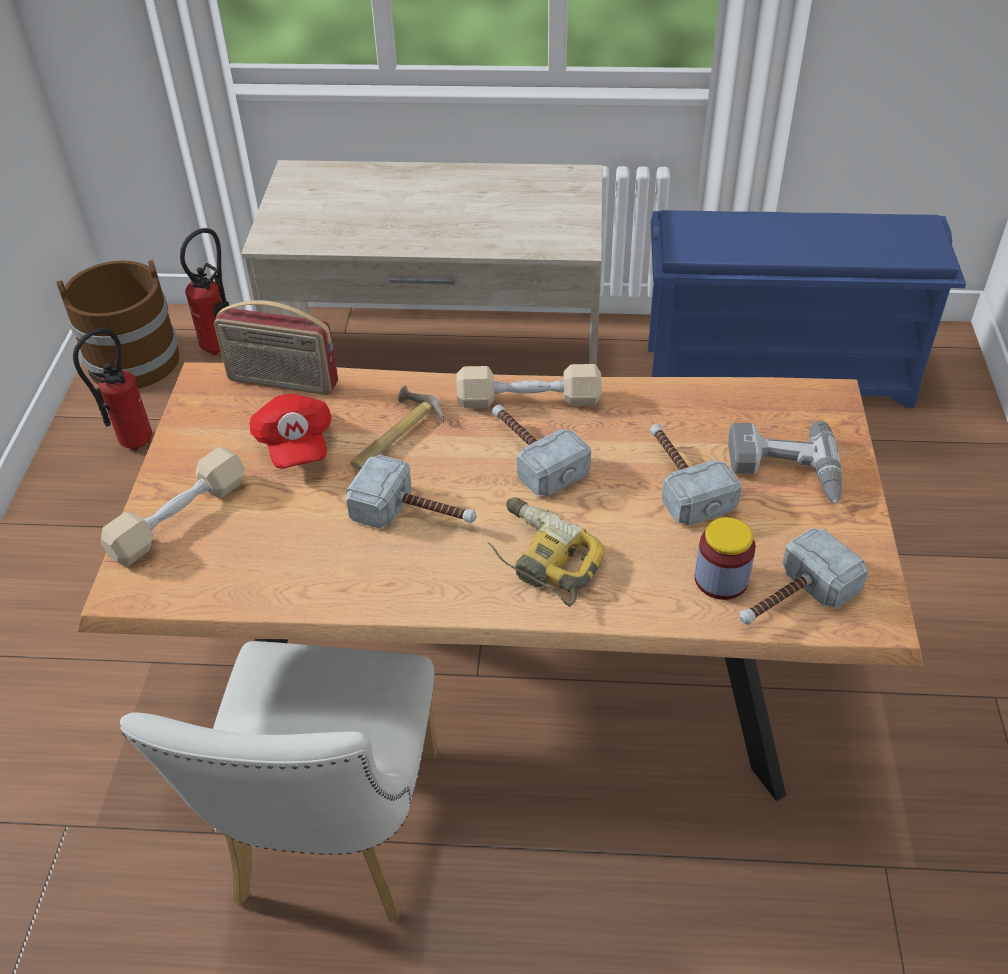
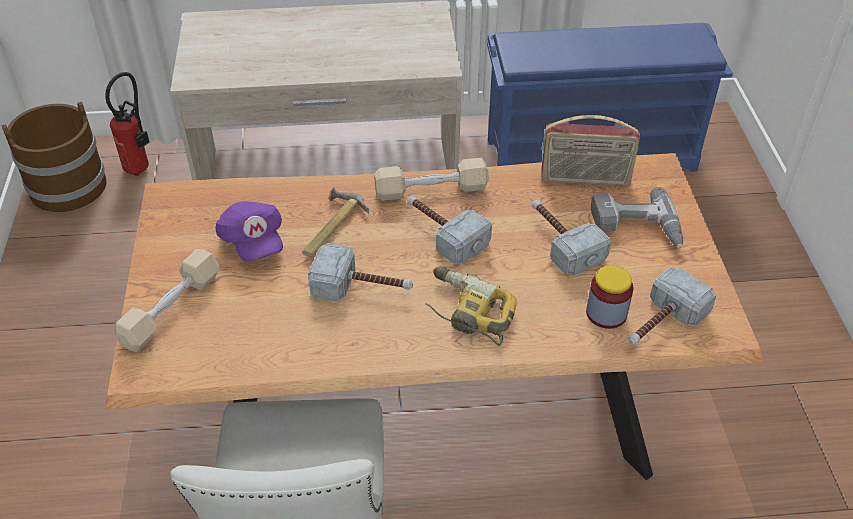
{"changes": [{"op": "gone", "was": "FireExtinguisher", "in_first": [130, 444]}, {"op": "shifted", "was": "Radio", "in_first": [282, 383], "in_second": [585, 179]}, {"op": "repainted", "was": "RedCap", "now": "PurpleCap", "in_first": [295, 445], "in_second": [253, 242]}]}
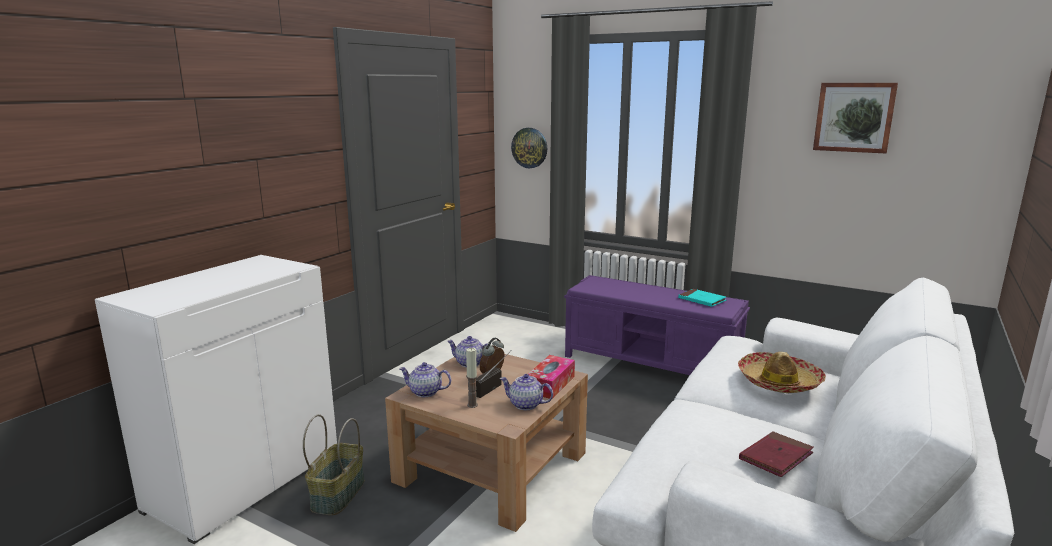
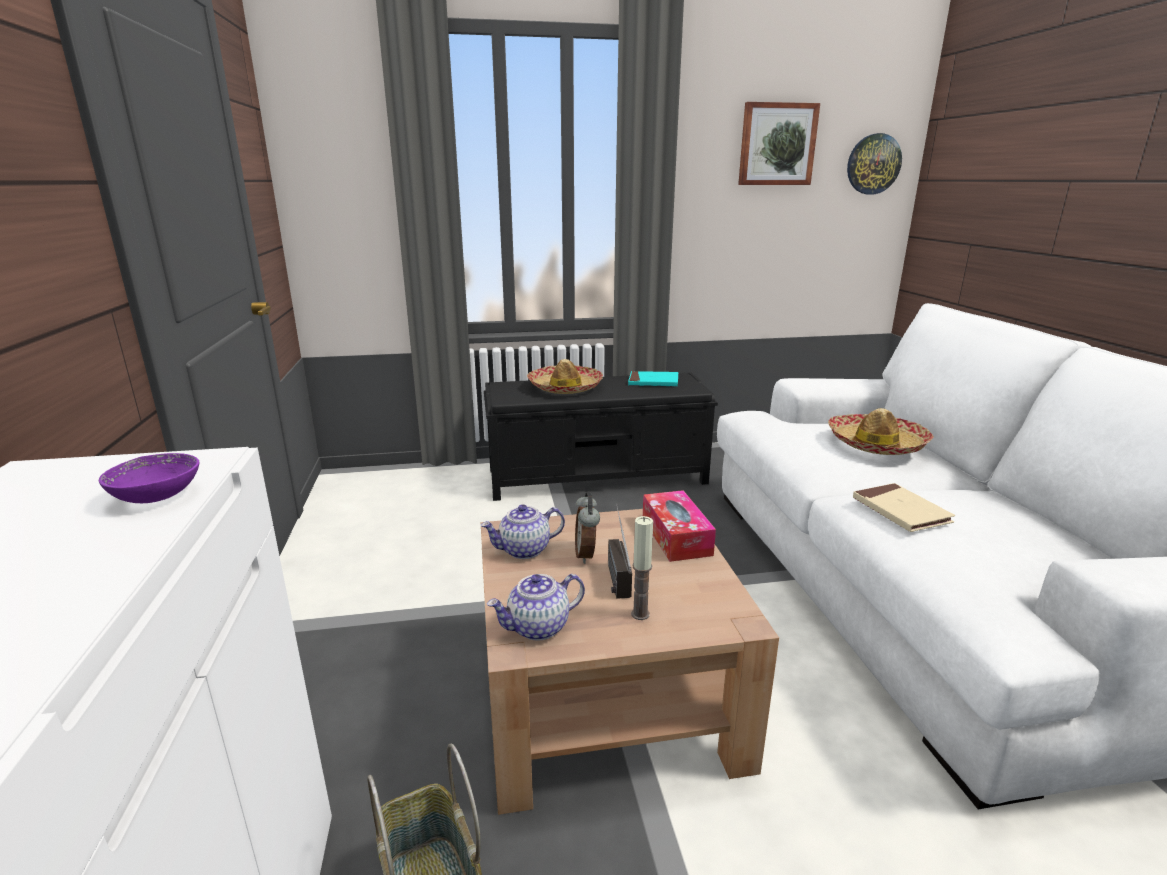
{"changes": [{"op": "gone", "was": "Teapot", "in_first": [525, 405]}, {"op": "shifted", "was": "WallClock", "in_first": [529, 148], "in_second": [873, 164]}, {"op": "repainted", "was": "PurpleBench", "now": "BlackBench", "in_first": [652, 364], "in_second": [598, 476]}, {"op": "gone", "was": "RedBook", "in_first": [776, 457]}, {"op": "new", "now": "PurpleBowl", "in_second": [157, 496]}, {"op": "new", "now": "Hat", "in_second": [564, 387]}, {"op": "new", "now": "BeigeBook", "in_second": [900, 511]}]}
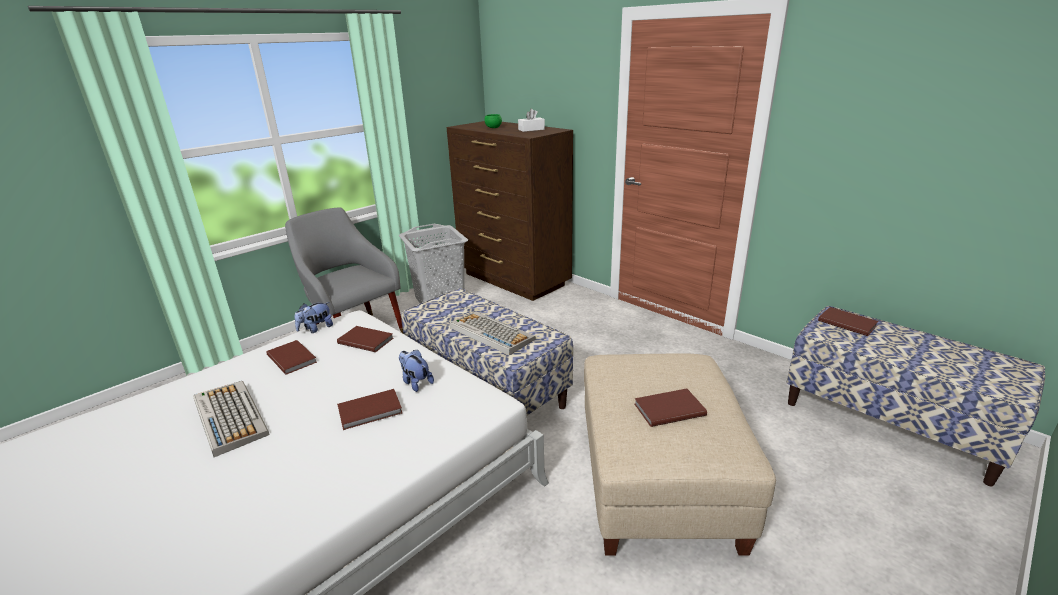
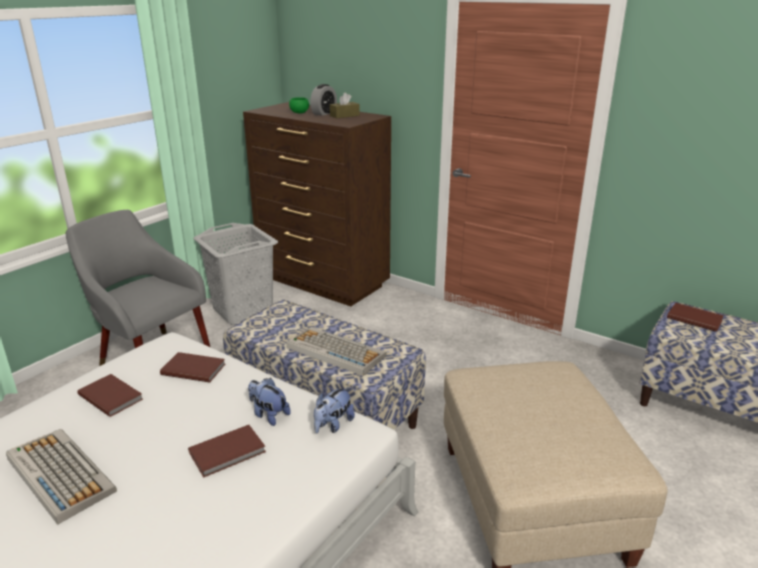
{"changes": [{"op": "shifted", "was": "PlushToy", "in_first": [316, 329], "in_second": [333, 425]}, {"op": "repainted", "was": "WhiteTissueBox", "now": "BrownTissueBox", "in_first": [531, 129], "in_second": [344, 115]}, {"op": "gone", "was": "BrownBook", "in_first": [668, 409]}, {"op": "new", "now": "AlarmClock", "in_second": [324, 113]}]}
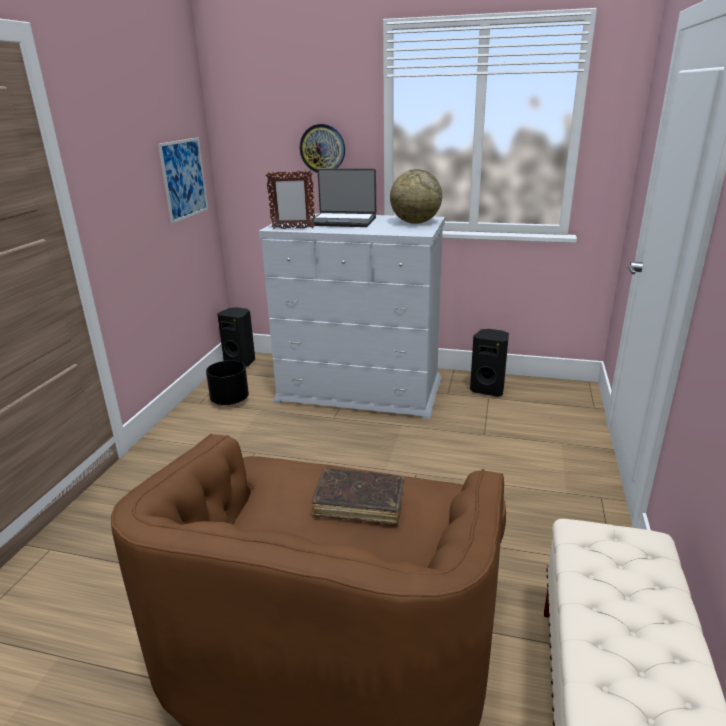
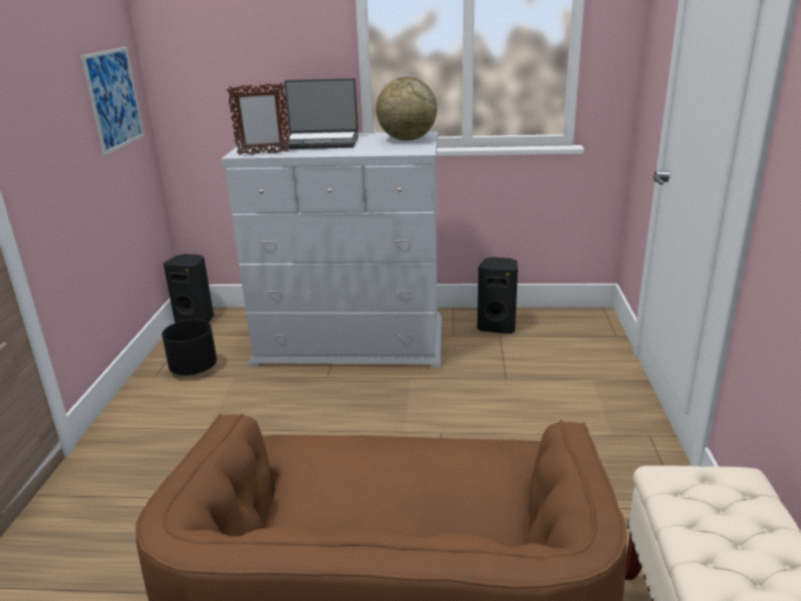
{"changes": [{"op": "gone", "was": "WallClock", "in_first": [322, 148]}, {"op": "gone", "was": "BrownBook", "in_first": [359, 503]}]}
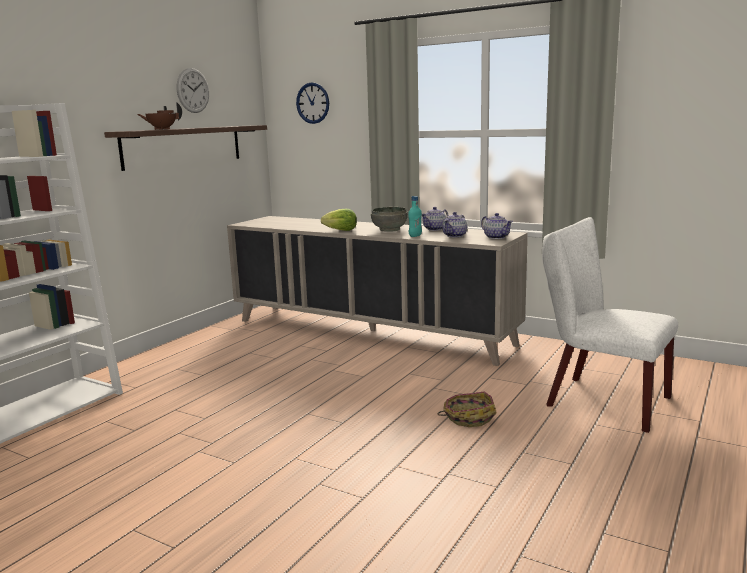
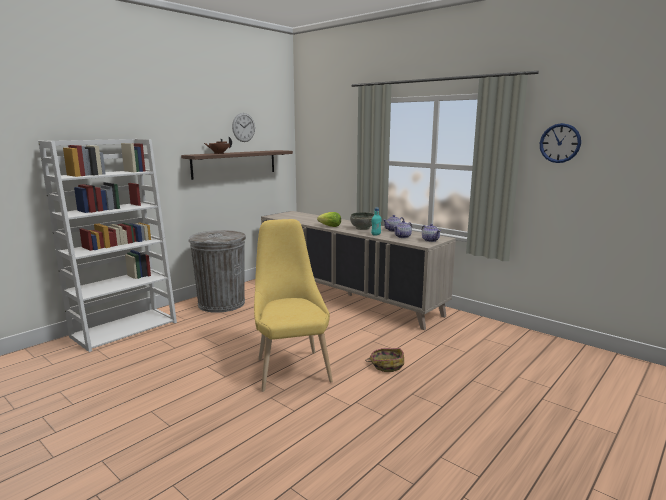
{"changes": [{"op": "shifted", "was": "WallClock", "in_first": [313, 103], "in_second": [560, 143]}, {"op": "gone", "was": "WhiteChair", "in_first": [599, 400]}, {"op": "new", "now": "GreyTrashCan", "in_second": [221, 303]}, {"op": "new", "now": "YellowChair", "in_second": [291, 367]}]}
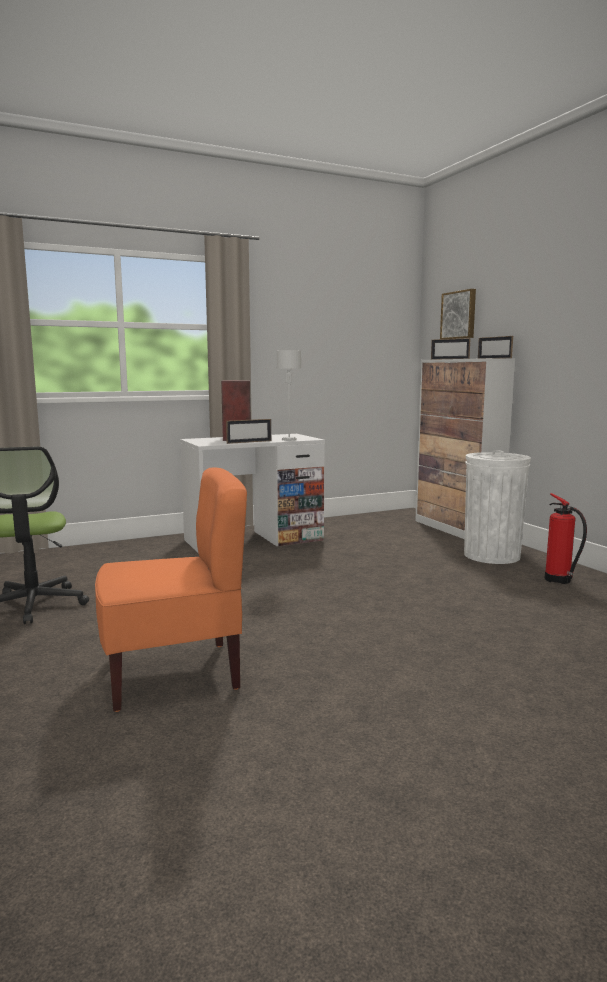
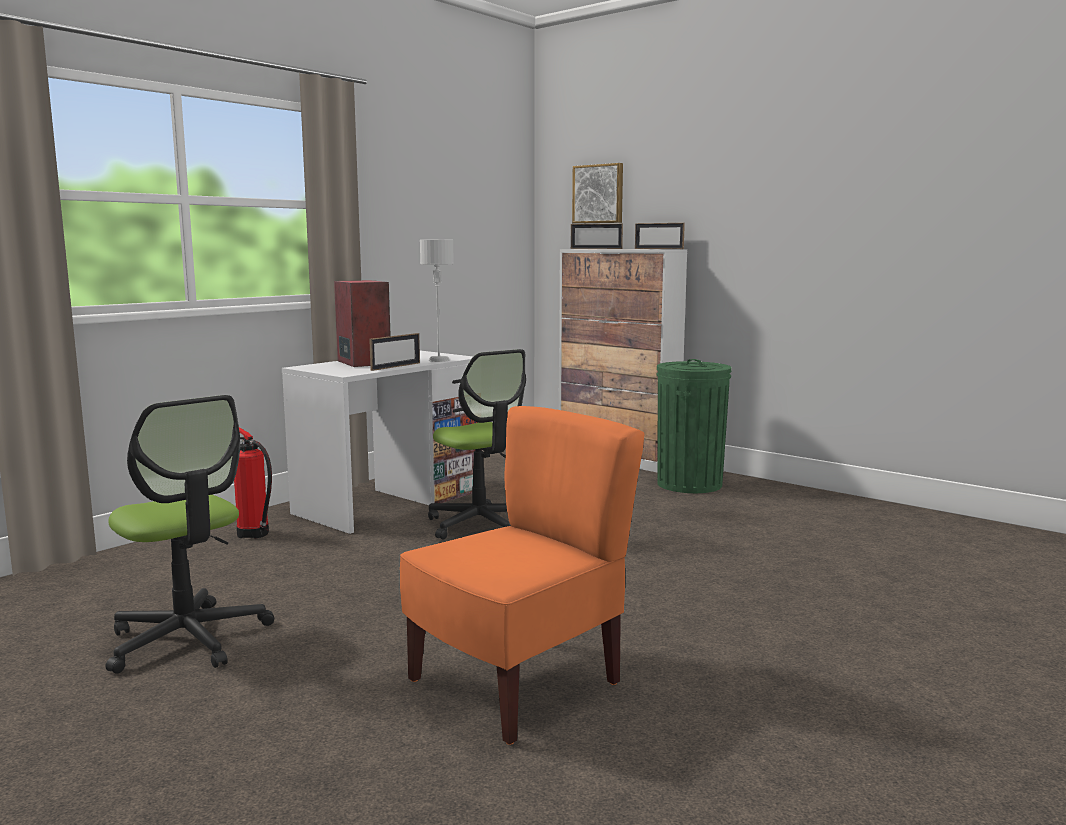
{"changes": [{"op": "repainted", "was": "WhiteTrashCan", "now": "GreenTrashCan", "in_first": [491, 555], "in_second": [689, 484]}, {"op": "shifted", "was": "FireExtinguisher", "in_first": [559, 580], "in_second": [254, 534]}, {"op": "new", "now": "OfficeChair", "in_second": [481, 524]}]}
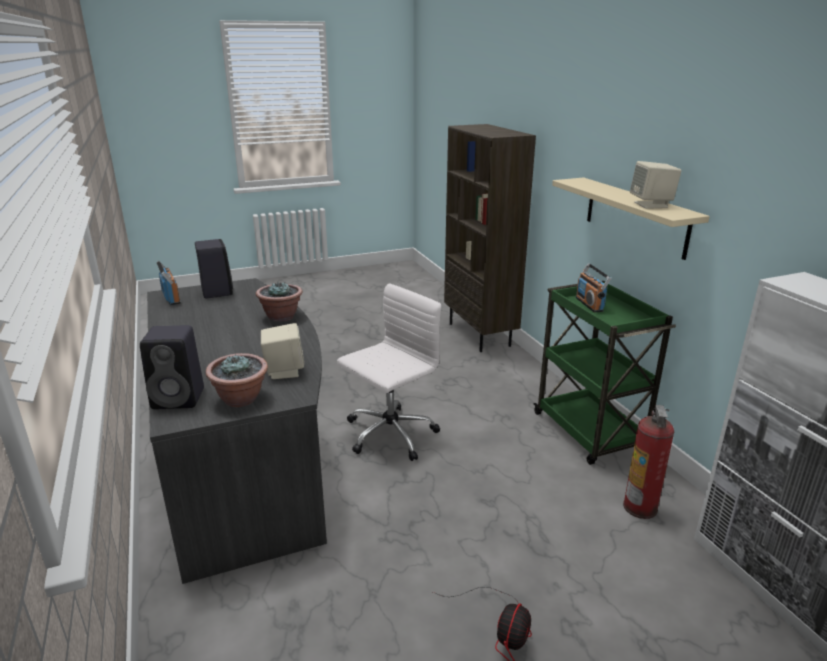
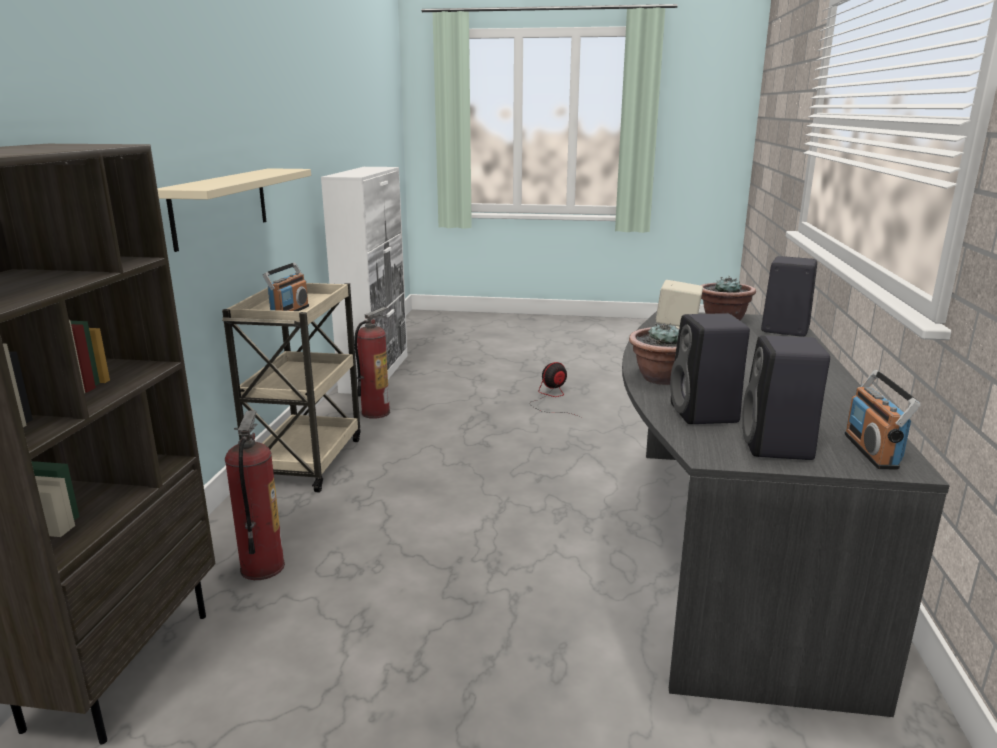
{"changes": [{"op": "gone", "was": "WhiteOfficeChair", "in_first": [389, 434]}, {"op": "repainted", "was": "GreenCart", "now": "BeigeCart", "in_first": [589, 433], "in_second": [306, 460]}, {"op": "gone", "was": "BeigeSpeaker", "in_first": [651, 205]}, {"op": "new", "now": "FireExtinguisher", "in_second": [262, 567]}, {"op": "new", "now": "BlackSpeaker", "in_second": [705, 414]}]}
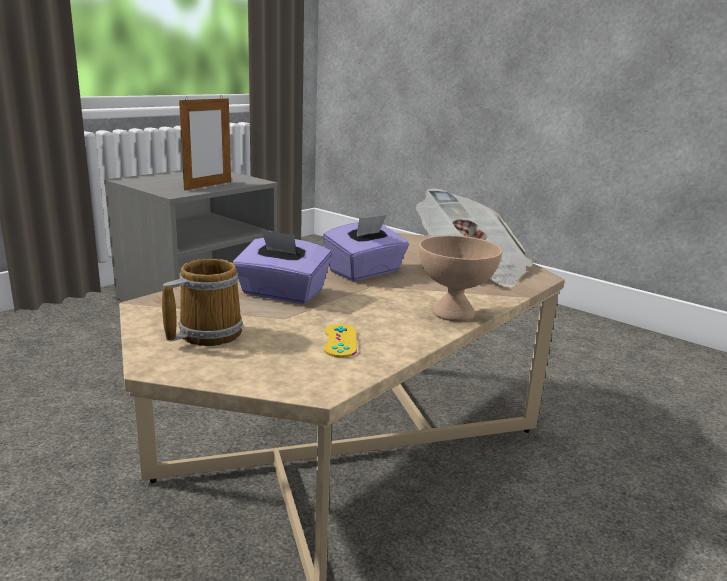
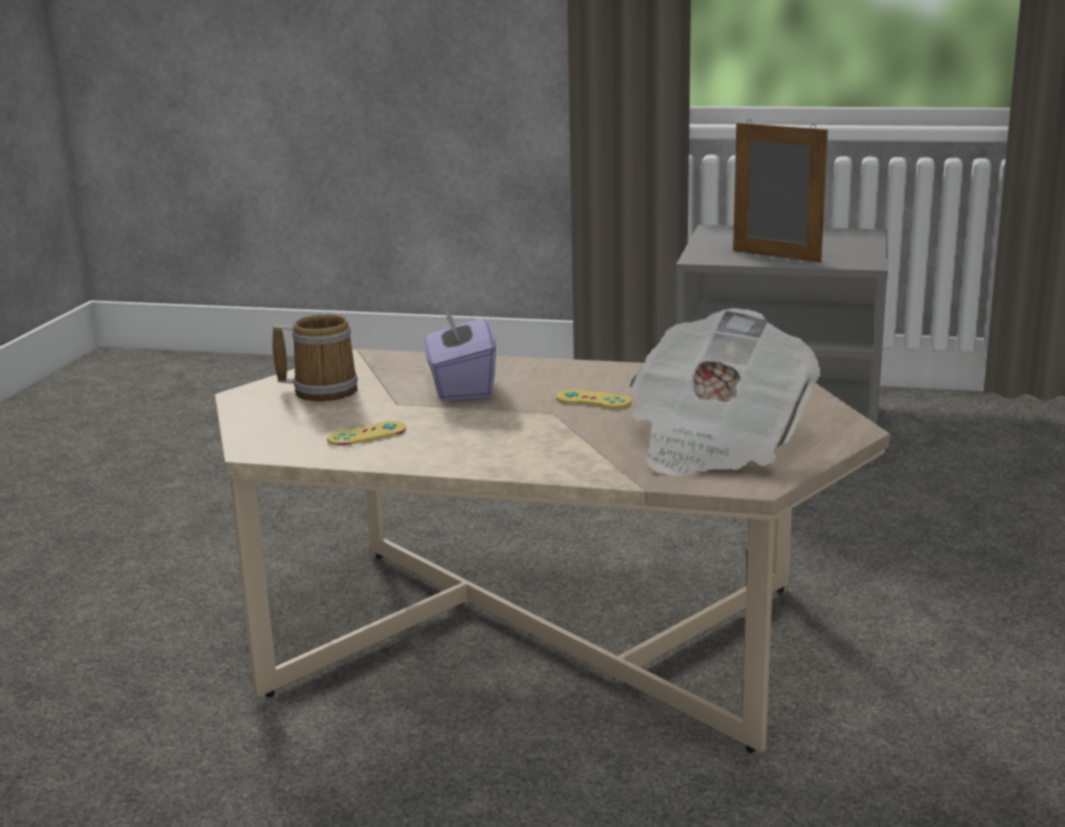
{"changes": [{"op": "rotated", "was": "PictureFrame", "in_first": [208, 185], "in_second": [776, 256], "clockwise": -150}, {"op": "swapped", "was": "PurpleTissueBox", "now": "YellowGameController", "in_first": [365, 272], "in_second": [593, 400]}, {"op": "gone", "was": "BeigeBowl", "in_first": [452, 313]}]}
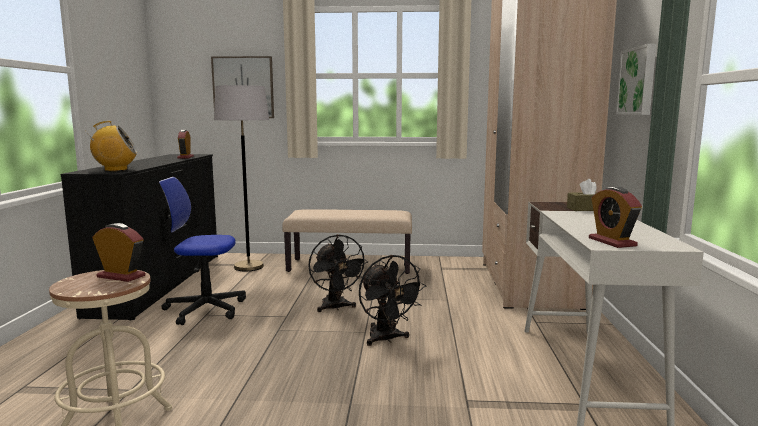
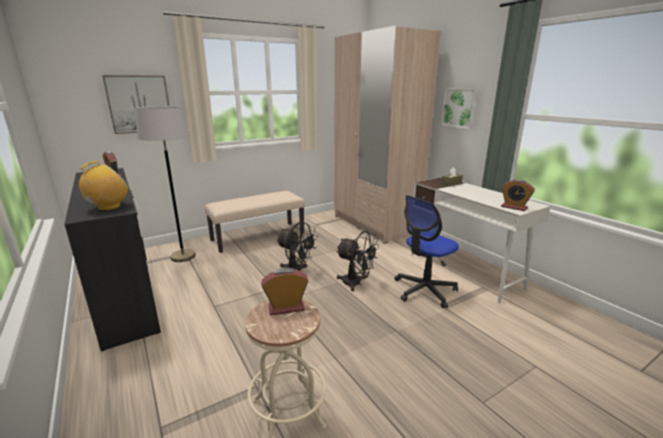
{"changes": [{"op": "shifted", "was": "OfficeChair", "in_first": [205, 309], "in_second": [424, 290]}]}
